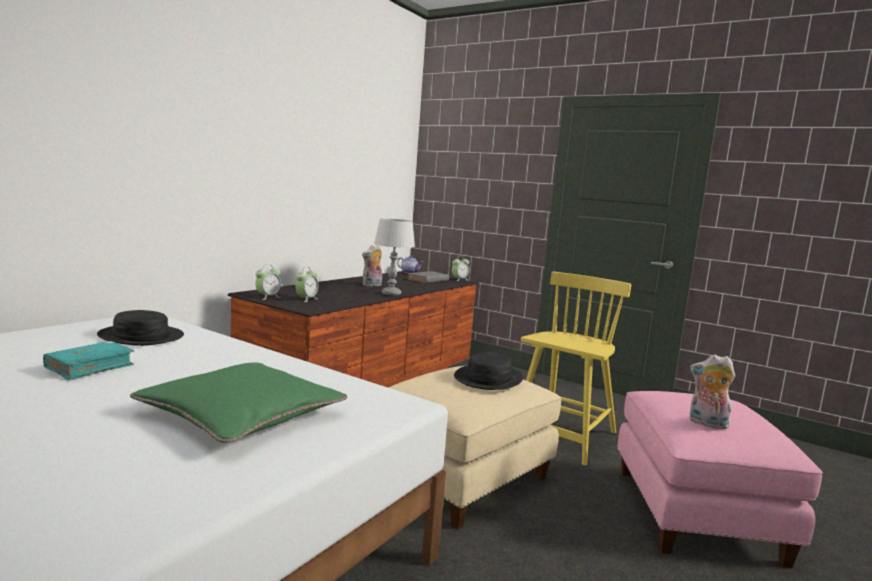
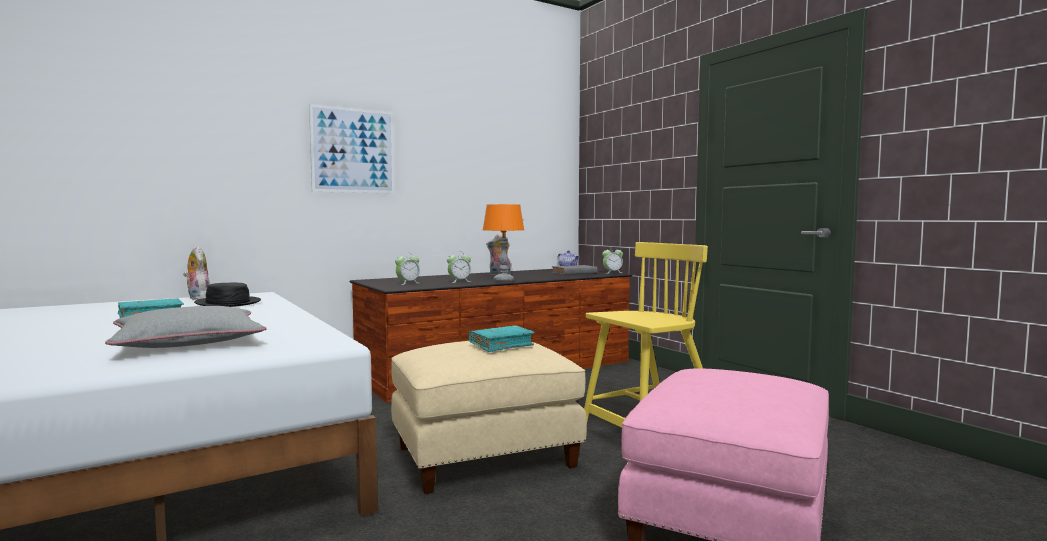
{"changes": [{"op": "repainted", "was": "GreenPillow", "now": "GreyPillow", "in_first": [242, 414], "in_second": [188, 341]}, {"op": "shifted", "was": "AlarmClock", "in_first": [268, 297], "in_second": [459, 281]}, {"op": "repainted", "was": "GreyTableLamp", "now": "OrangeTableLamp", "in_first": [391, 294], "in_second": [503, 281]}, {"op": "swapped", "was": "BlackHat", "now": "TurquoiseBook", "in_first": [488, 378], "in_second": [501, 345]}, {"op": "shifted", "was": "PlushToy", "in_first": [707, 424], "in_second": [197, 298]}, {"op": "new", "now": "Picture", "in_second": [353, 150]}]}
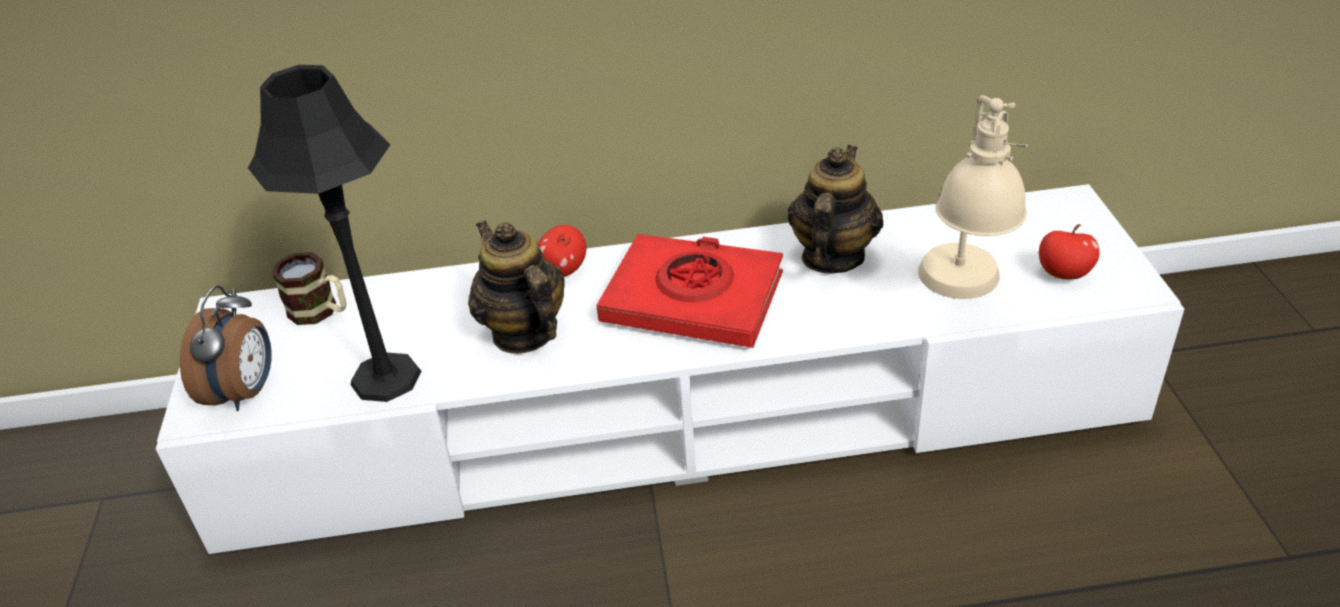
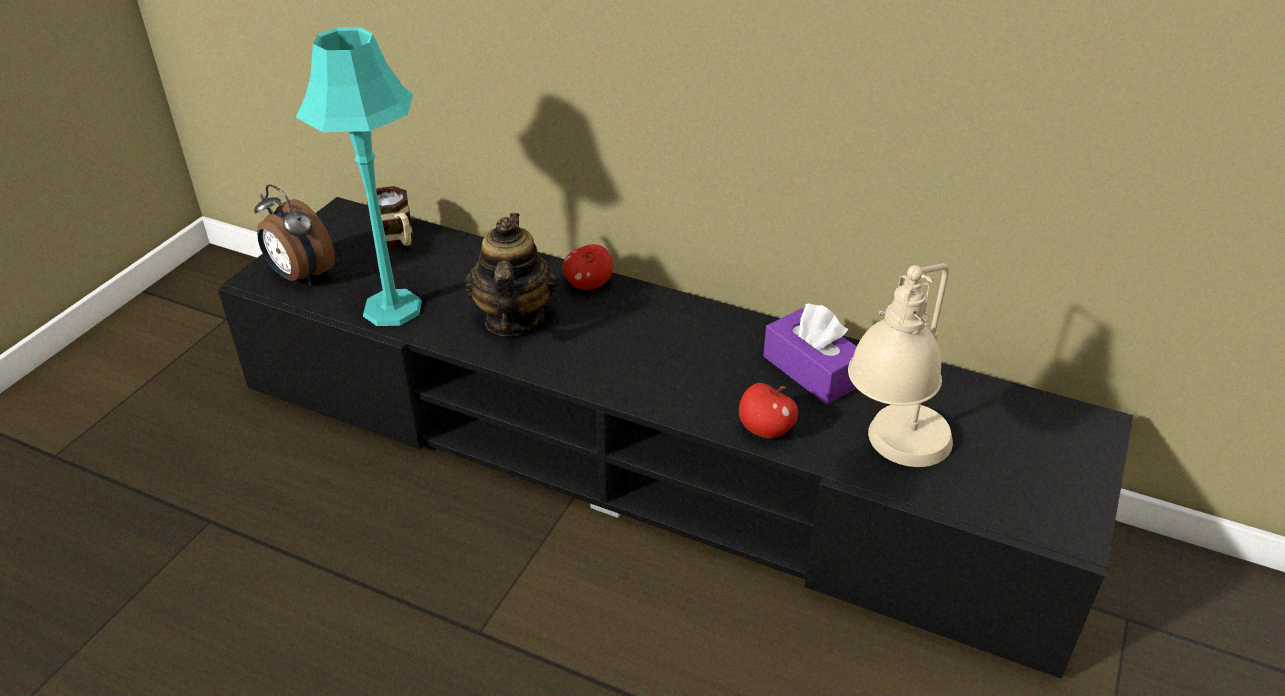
{"changes": [{"op": "repainted", "was": "WhiteTvStand", "now": "BlackTvStand", "in_first": [681, 416], "in_second": [644, 456]}, {"op": "rotated", "was": "AlarmClock", "in_first": [245, 392], "in_second": [300, 276], "clockwise": 90}, {"op": "repainted", "was": "BlackTableLamp", "now": "TurquoiseTableLamp", "in_first": [385, 378], "in_second": [392, 308]}, {"op": "gone", "was": "RedBook", "in_first": [693, 299]}, {"op": "swapped", "was": "Teapot", "now": "PurpleTissueBox", "in_first": [832, 257], "in_second": [811, 370]}, {"op": "shifted", "was": "Apple", "in_first": [1064, 274], "in_second": [765, 430]}]}
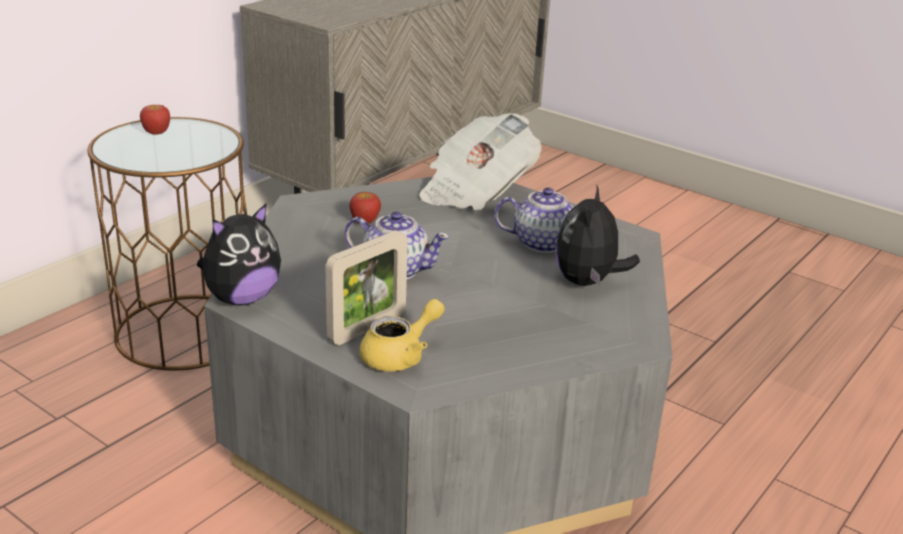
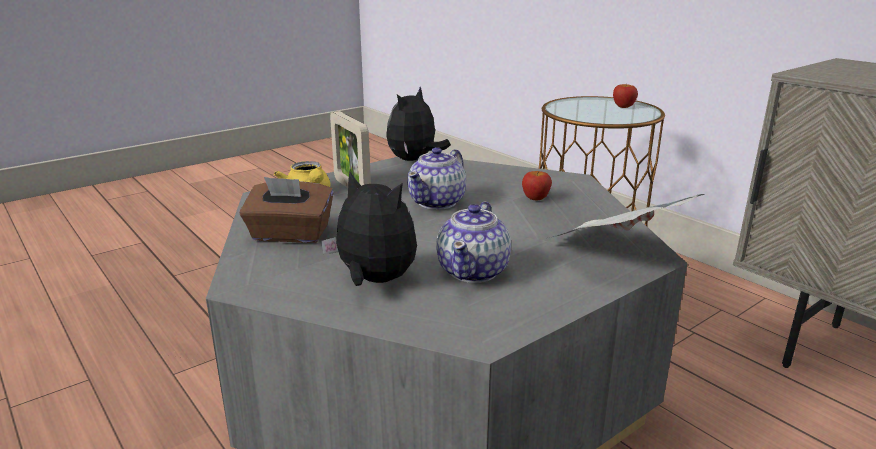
{"changes": [{"op": "rotated", "was": "PlushToy", "in_first": [241, 298], "in_second": [414, 160], "clockwise": 60}, {"op": "new", "now": "BrownTissueBox", "in_second": [290, 235]}]}
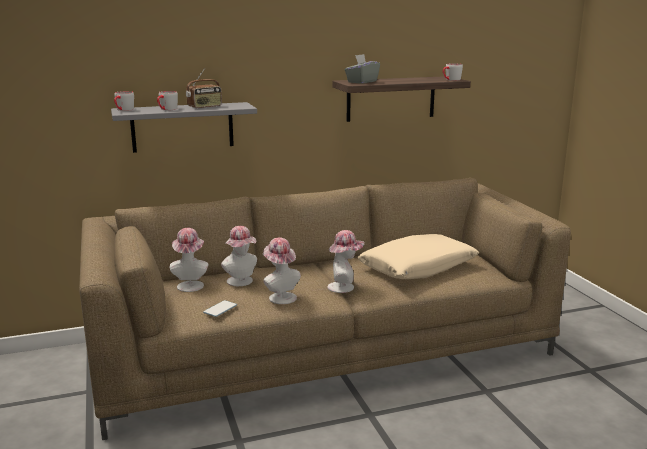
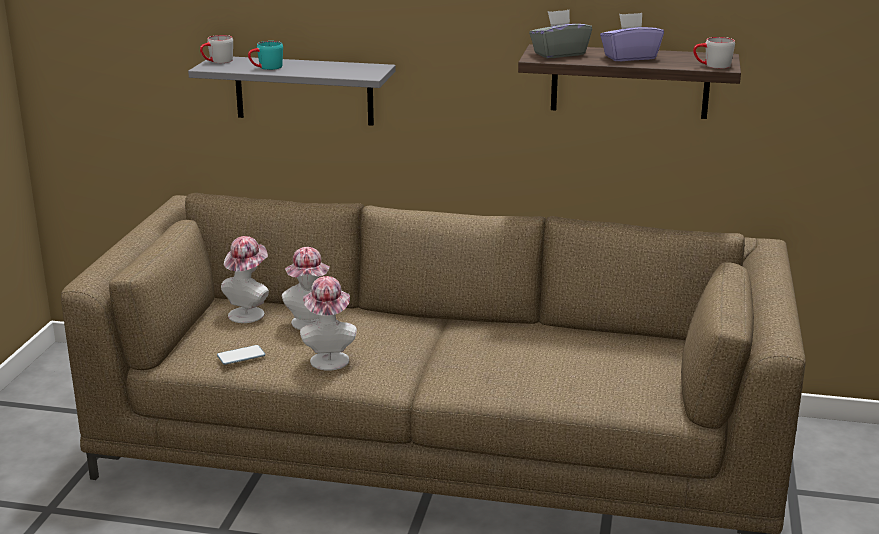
{"changes": [{"op": "repainted", "was": "GreyMug", "now": "TurquoiseMug", "in_first": [167, 109], "in_second": [266, 68]}, {"op": "gone", "was": "Radio", "in_first": [205, 107]}, {"op": "gone", "was": "Hat", "in_first": [344, 287]}, {"op": "gone", "was": "BeigePillow", "in_first": [418, 268]}, {"op": "new", "now": "PurpleTissueBox", "in_second": [629, 57]}]}
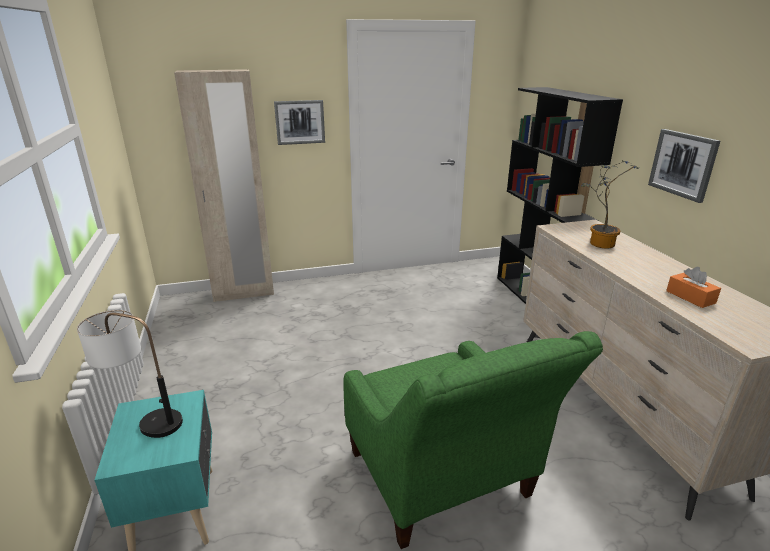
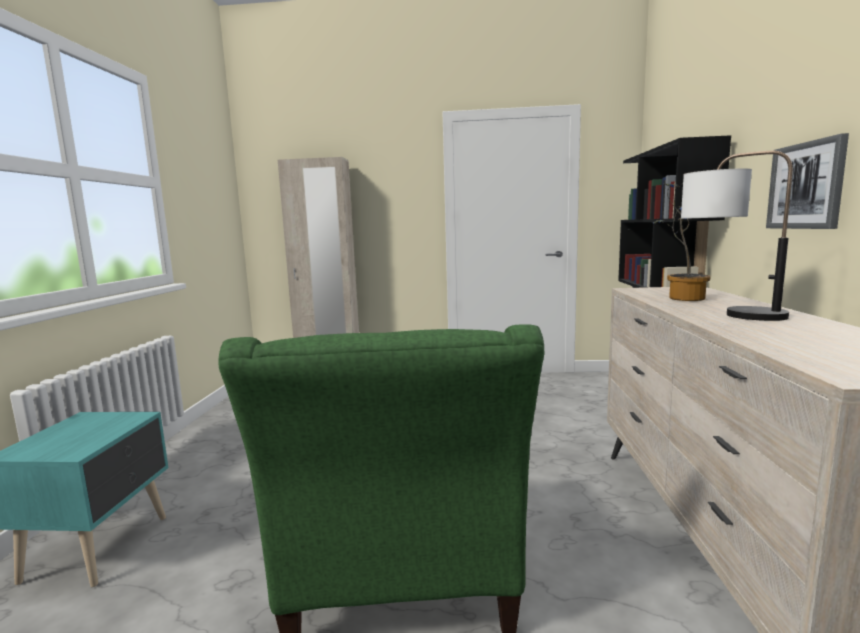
{"changes": [{"op": "shifted", "was": "TableLamp", "in_first": [144, 420], "in_second": [726, 314]}, {"op": "gone", "was": "Picture", "in_first": [300, 122]}, {"op": "gone", "was": "OrangeTissueBox", "in_first": [690, 297]}]}
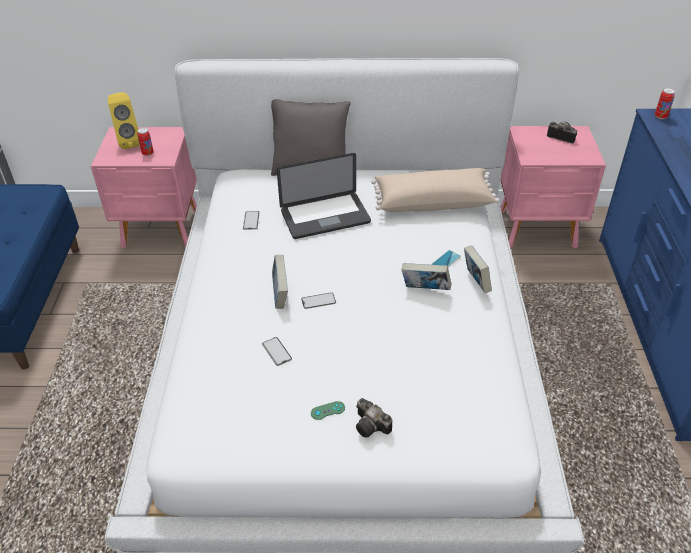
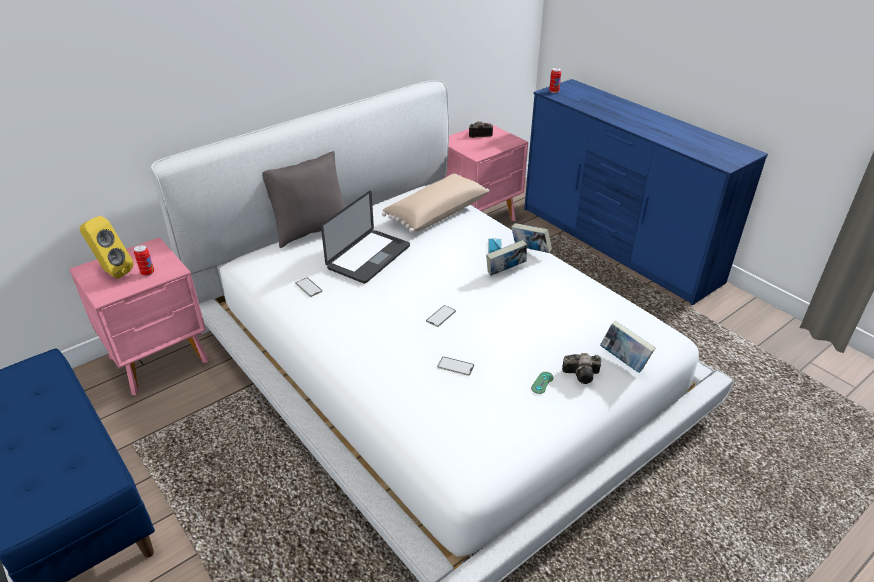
{"changes": [{"op": "shifted", "was": "Book", "in_first": [280, 295], "in_second": [623, 361]}]}
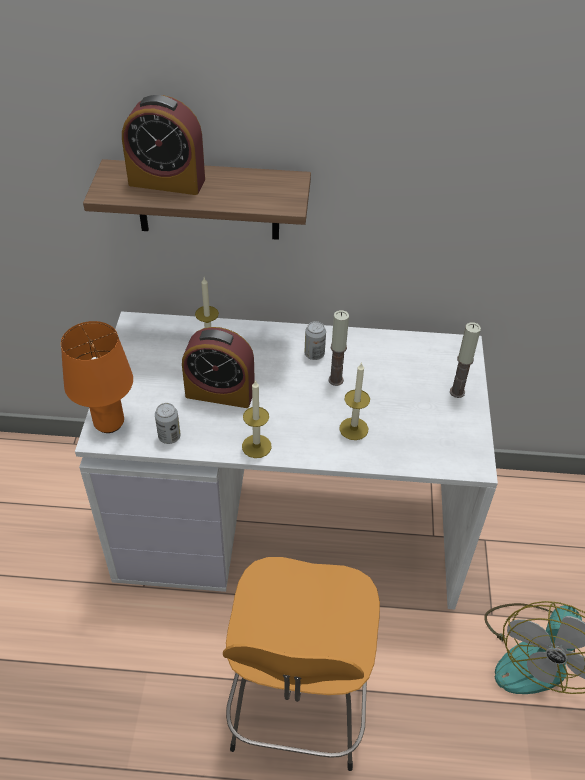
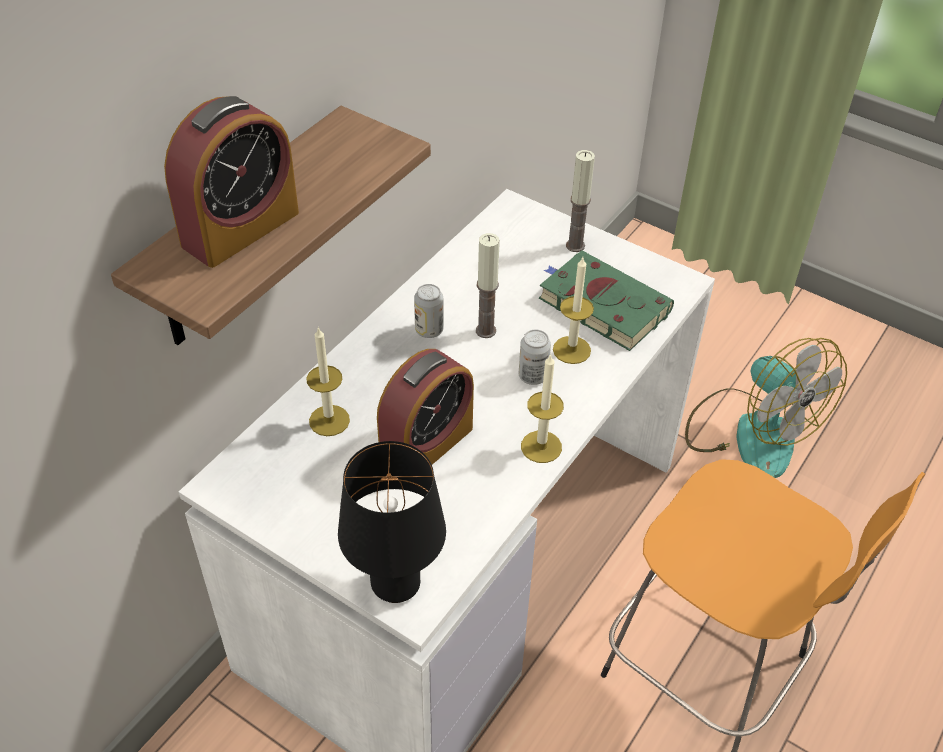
{"changes": [{"op": "repainted", "was": "OrangeTableLamp", "now": "BlackTableLamp", "in_first": [109, 423], "in_second": [397, 585]}, {"op": "shifted", "was": "Can", "in_first": [169, 437], "in_second": [533, 376]}, {"op": "new", "now": "GreenBook", "in_second": [600, 304]}]}
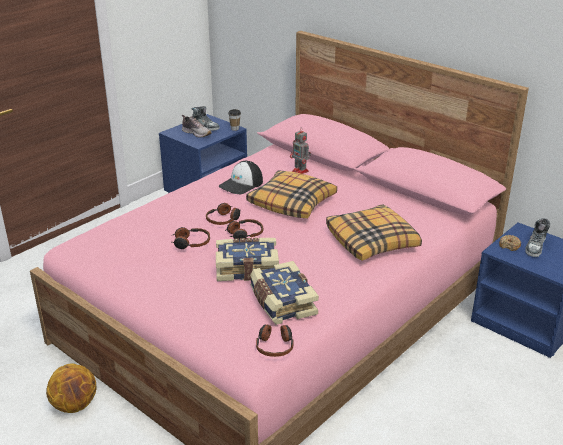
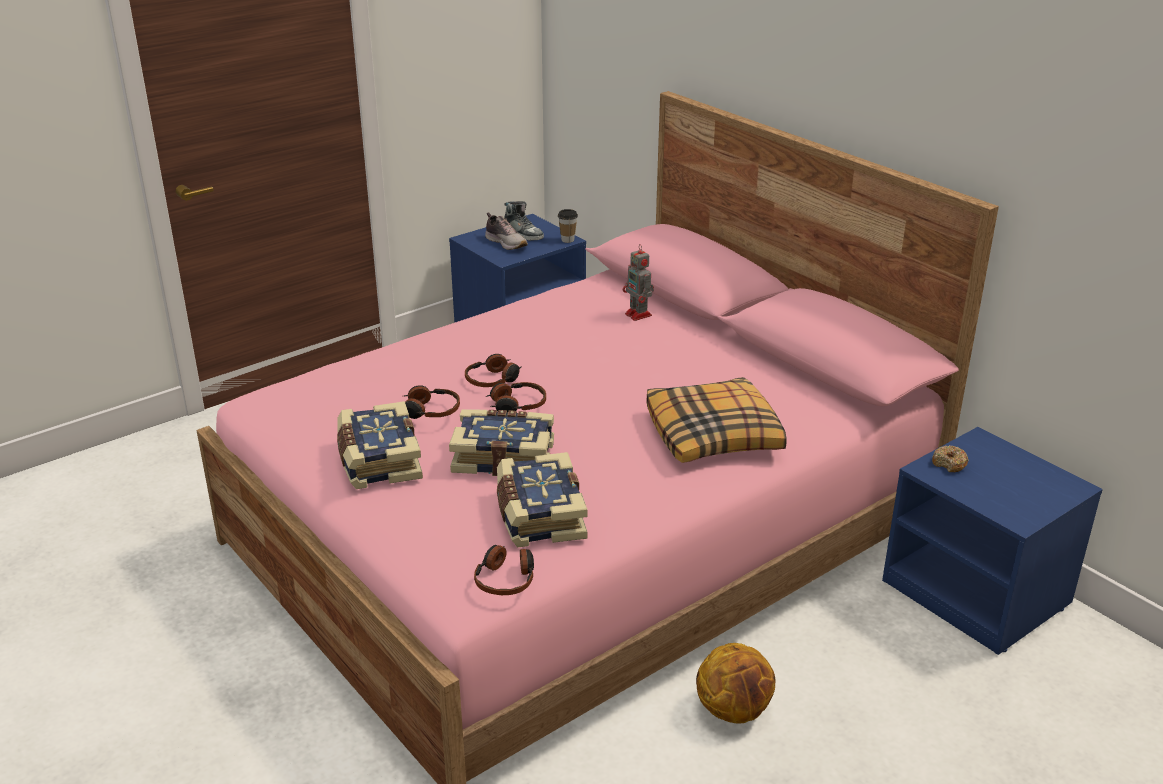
{"changes": [{"op": "shifted", "was": "Basketball", "in_first": [75, 405], "in_second": [734, 711]}, {"op": "gone", "was": "Cap", "in_first": [241, 184]}, {"op": "gone", "was": "Pillow", "in_first": [292, 203]}, {"op": "gone", "was": "Shoe", "in_first": [536, 246]}, {"op": "new", "now": "Book", "in_second": [378, 460]}]}
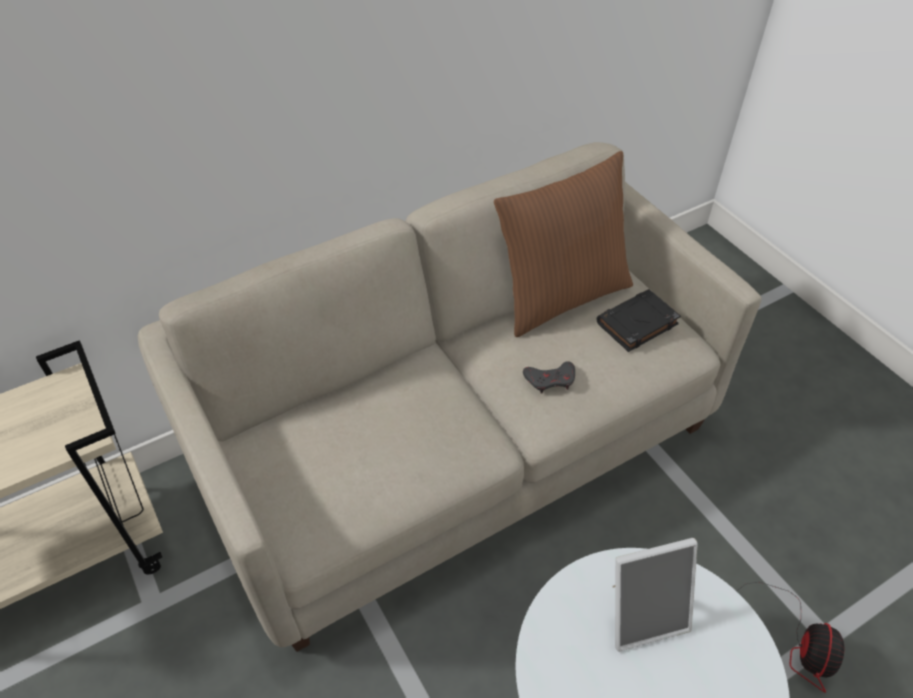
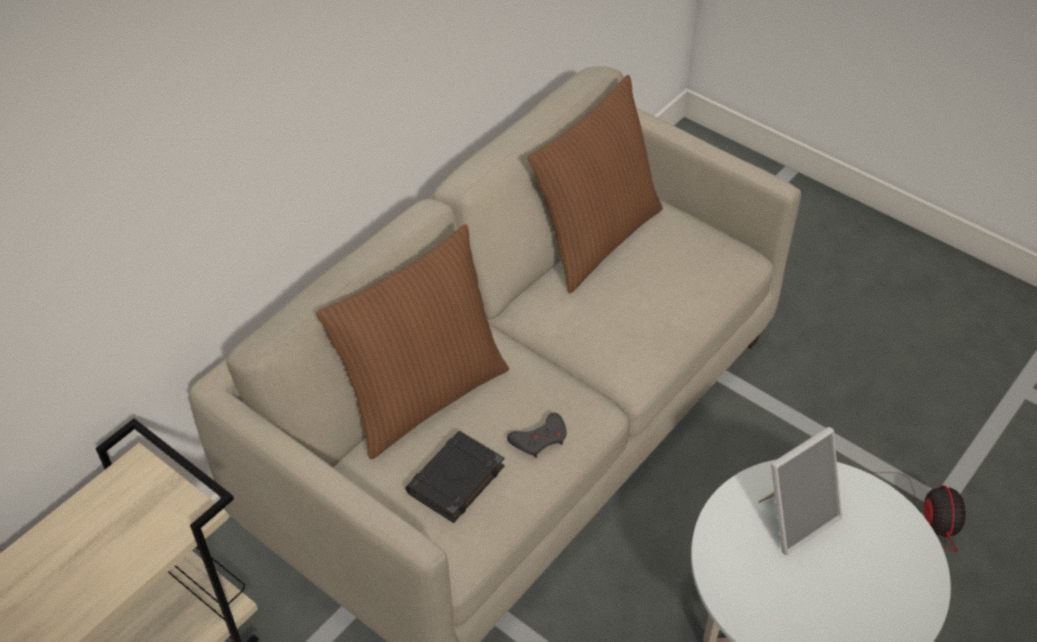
{"changes": [{"op": "shifted", "was": "GreyGameController", "in_first": [550, 380], "in_second": [540, 439]}, {"op": "shifted", "was": "BlackBook", "in_first": [636, 324], "in_second": [455, 481]}, {"op": "new", "now": "BrownPillow", "in_second": [423, 395]}]}
